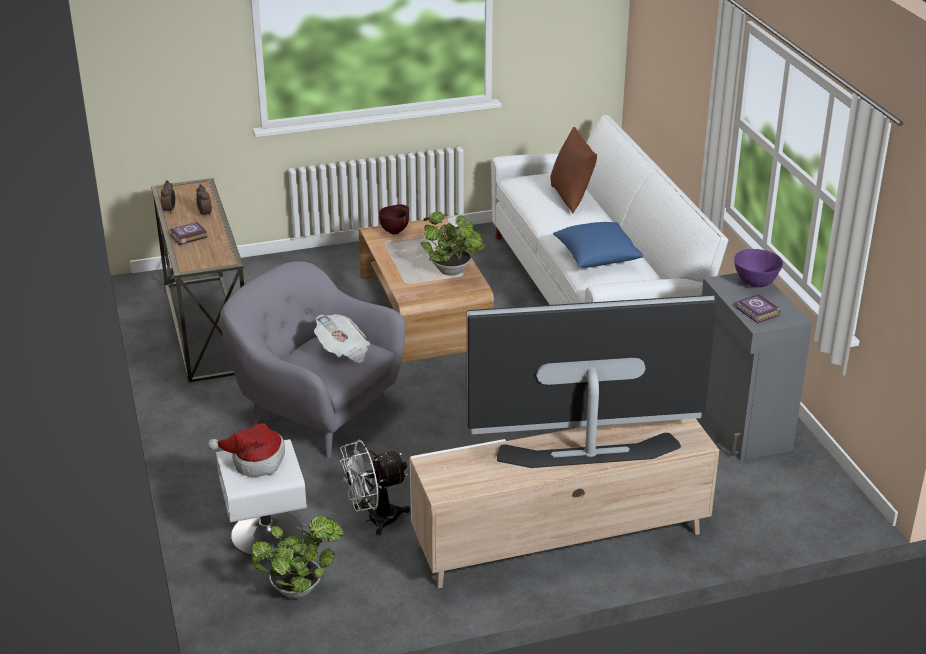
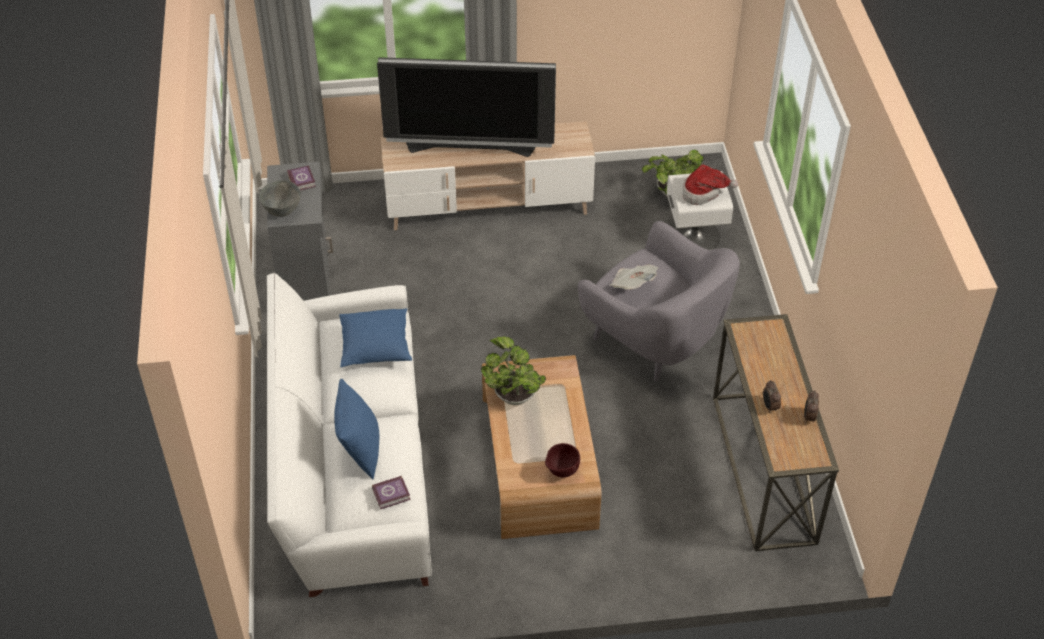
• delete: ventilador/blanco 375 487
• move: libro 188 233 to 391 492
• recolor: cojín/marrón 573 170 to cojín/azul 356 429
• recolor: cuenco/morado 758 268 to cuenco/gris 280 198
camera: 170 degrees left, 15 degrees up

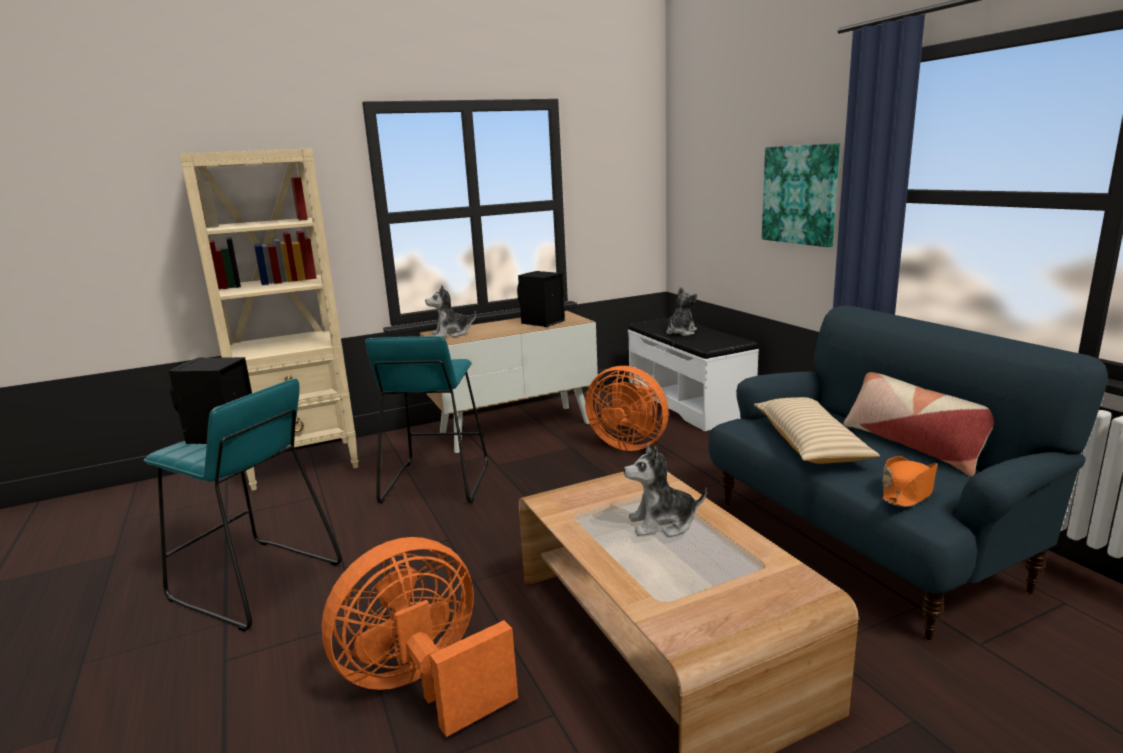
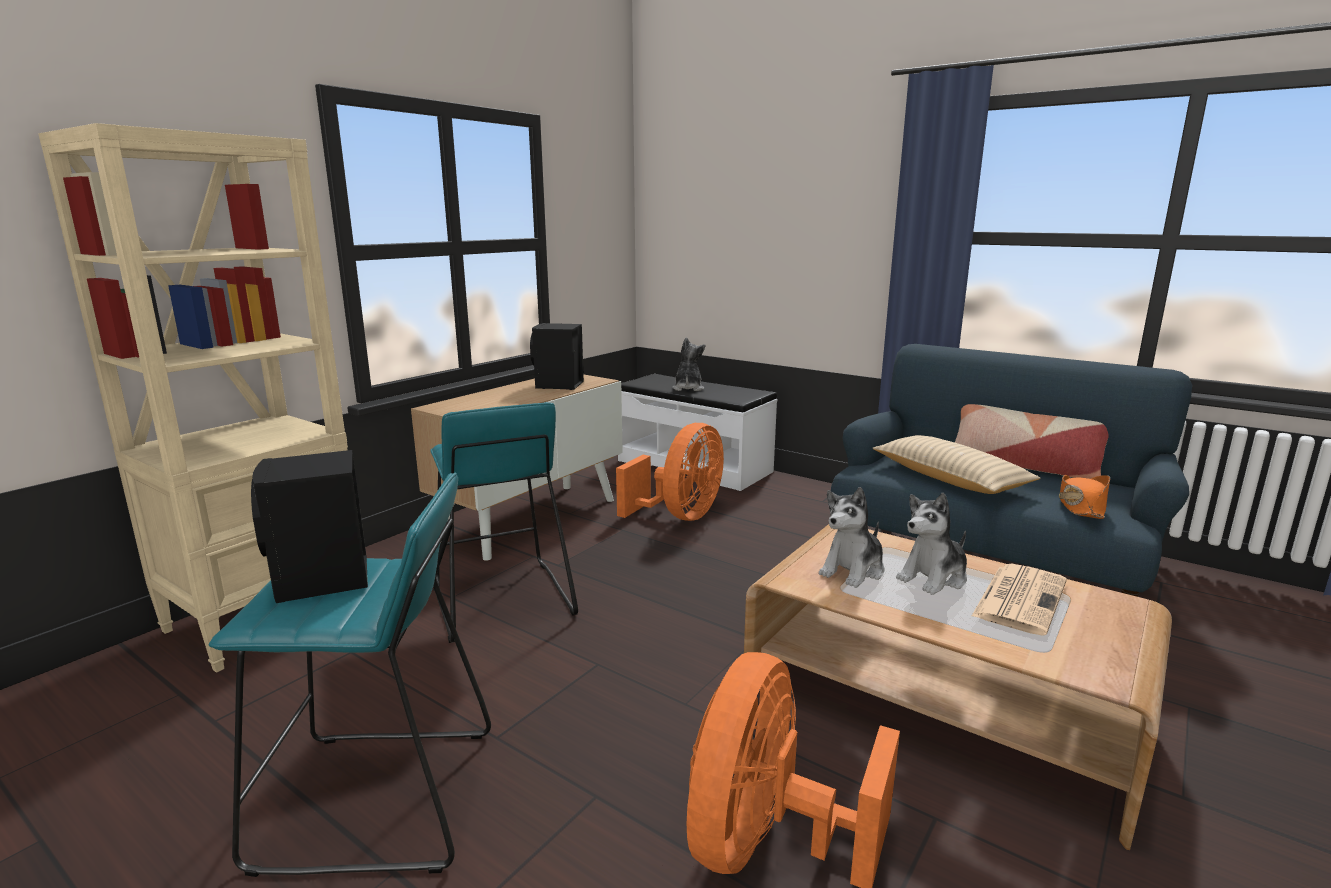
• delete: cuadro 801 195
• insert: periódico 1019 600
• move: peluche 450 311 to 851 537
• rotate: ventilador/naranja 627 408 = 670 472 60 degrees counterclockwise
camera: 30 degrees left, 0 degrees up

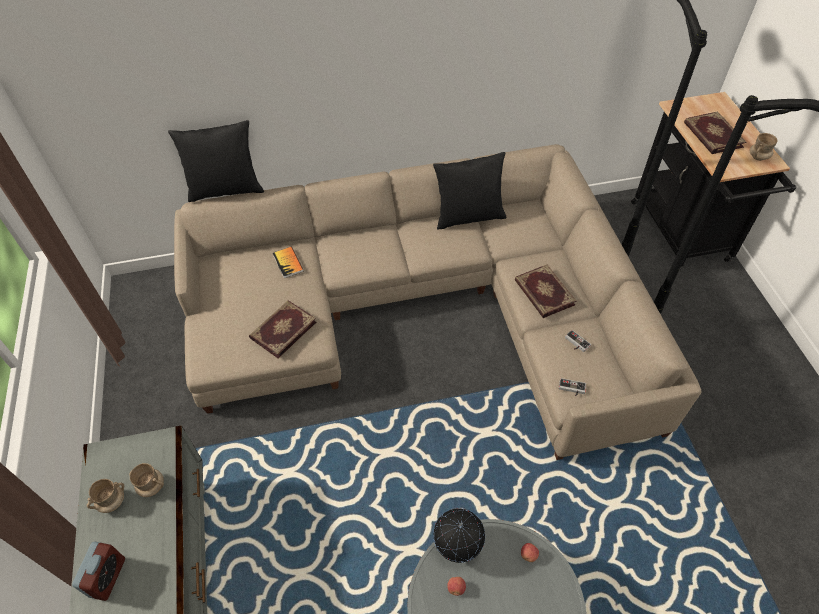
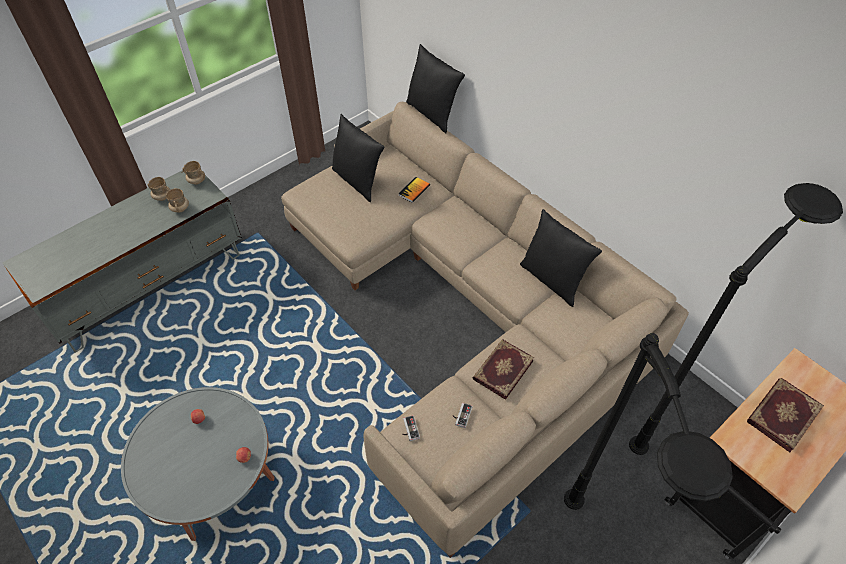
• delete: despertador 98 571
• delete: libro 282 329
• delete: globo terráqueo 459 535
• insert: cojín/negro 358 158
• move: taza grande/beis 763 147 to 193 172
camera: 60 degrees right, 0 degrees up

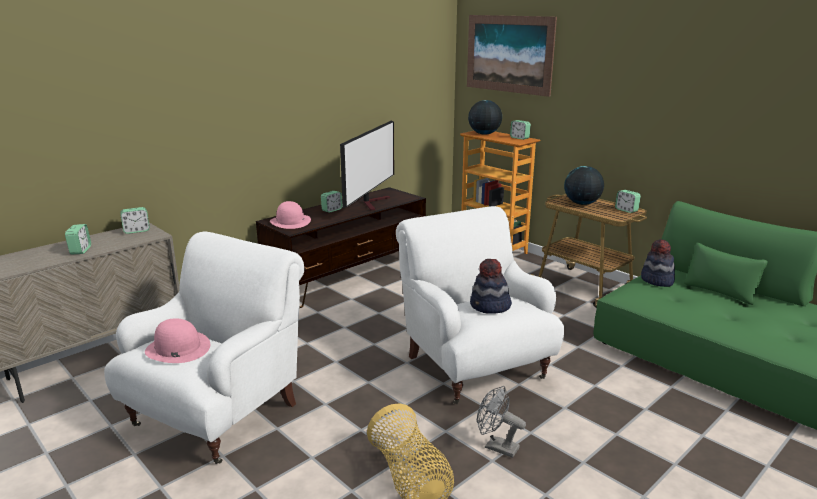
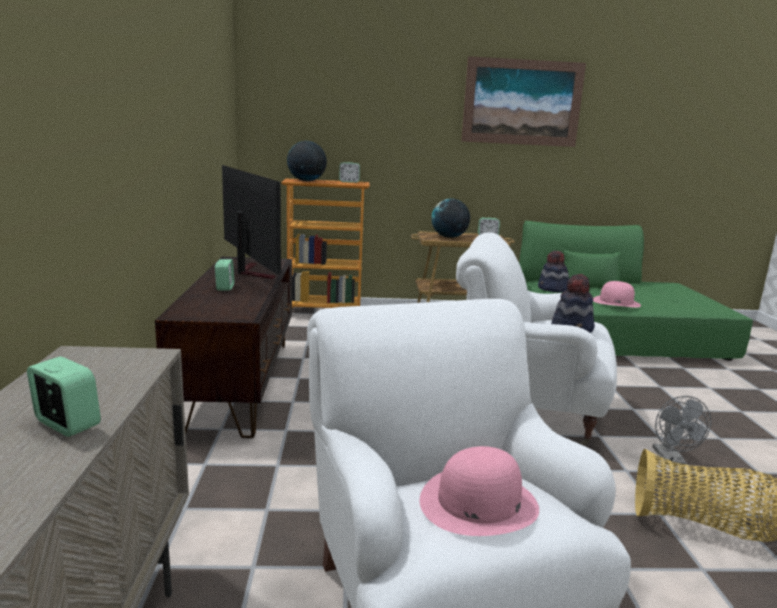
• delete: despertador 135 220
• move: sombrero/rosa 290 215 to 617 294
• move: cuadro 512 56 to 523 101
• rotate: ventilador/gris 501 422 = 682 430 75 degrees counterclockwise
camera: 50 degrees left, 5 degrees down

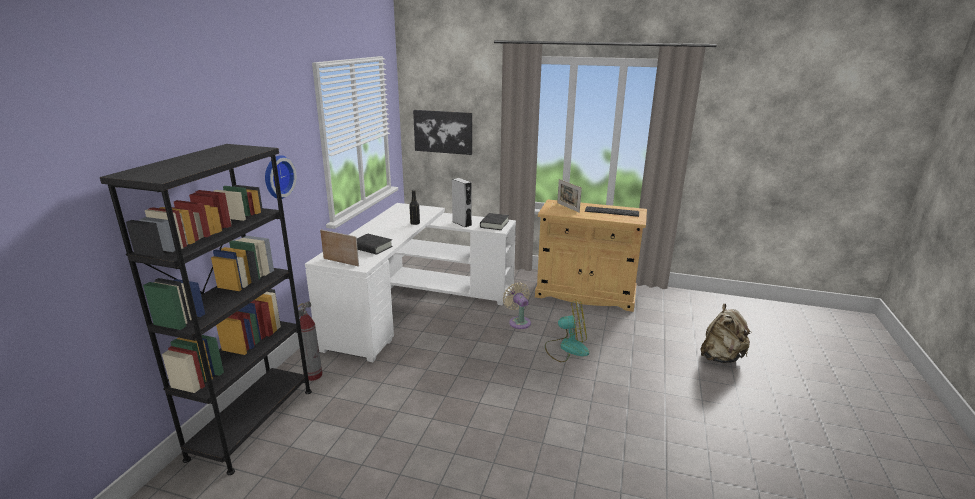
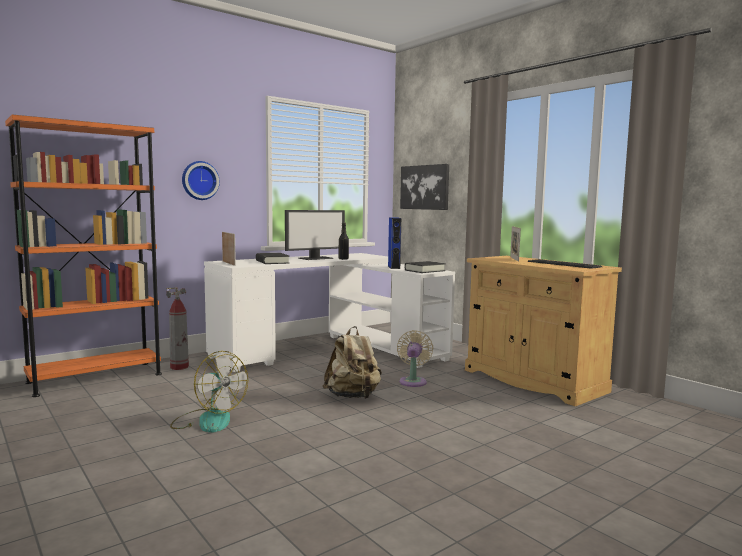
• insert: monitor 315 235
• move: ventilador 567 330 to 209 392
• move: mochila/beis 726 333 to 352 362
• recolor: estantería/negro 206 309 to estantería/naranja 83 255
• recolor: altavoz/gris 462 202 to altavoz/azul 394 243
camera: 35 degrees right, 15 degrees down

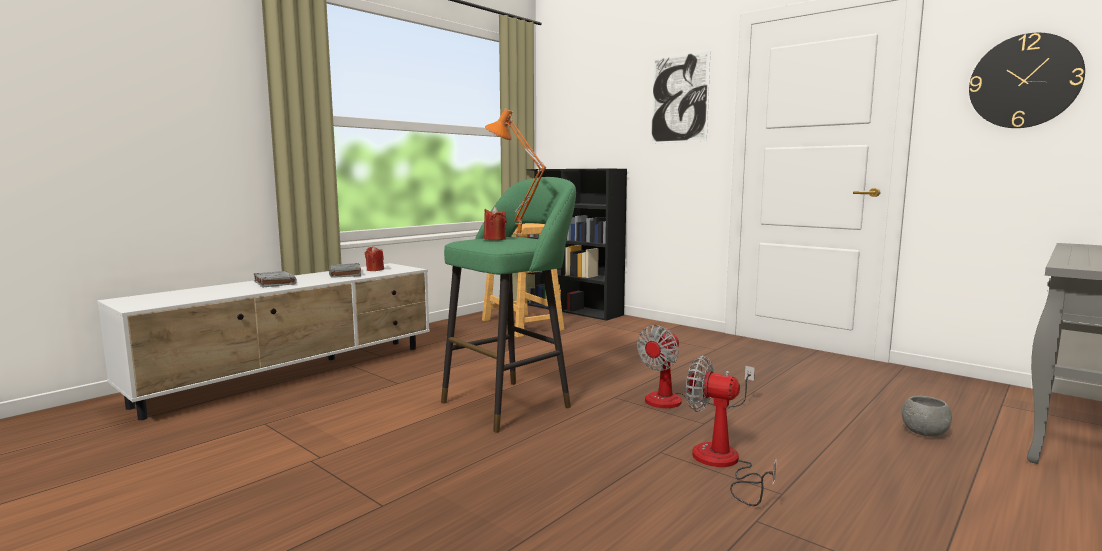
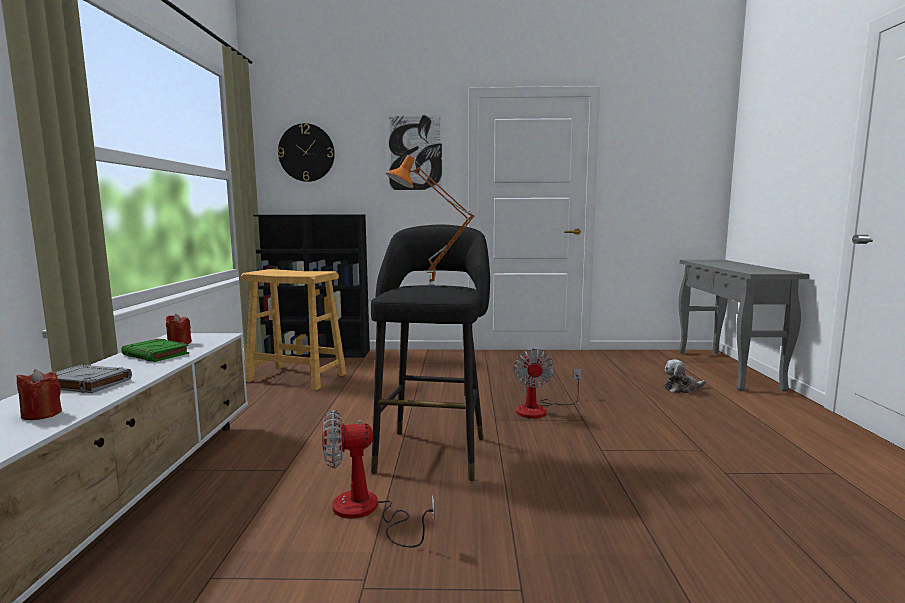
• move: vela/rojo 495 223 to 39 394
• move: ventilador 731 431 to 379 478
• move: reloj de pared 1027 80 to 306 152
• replace: cuenco/gris 927 416 to peluche 685 376
• recolor: libro/gris 345 270 to libro/verde 155 350
• recolor: taburete/verde 508 304 to taburete/negro 430 353
camera: 40 degrees left, 0 degrees up

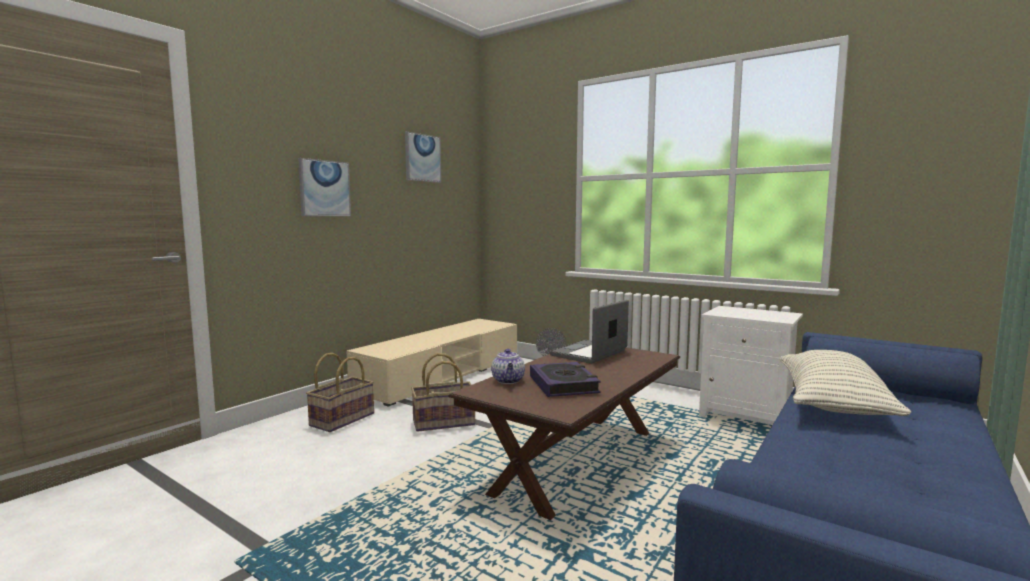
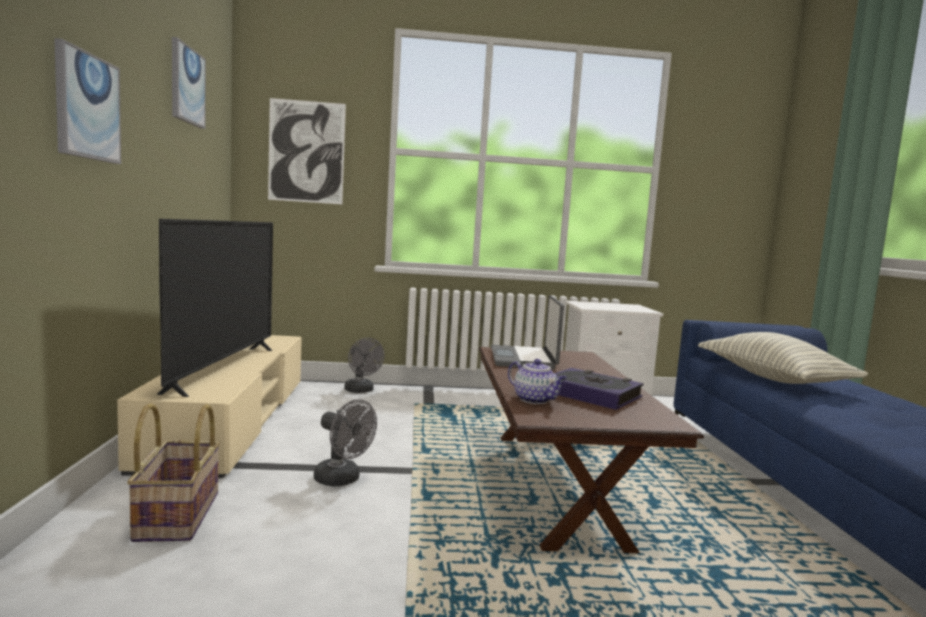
• insert: televisor 214 308
• insert: cuadro 307 151
• replace: cesta 443 392 to ventilador/gris 345 442
camera: 40 degrees left, 0 degrees up

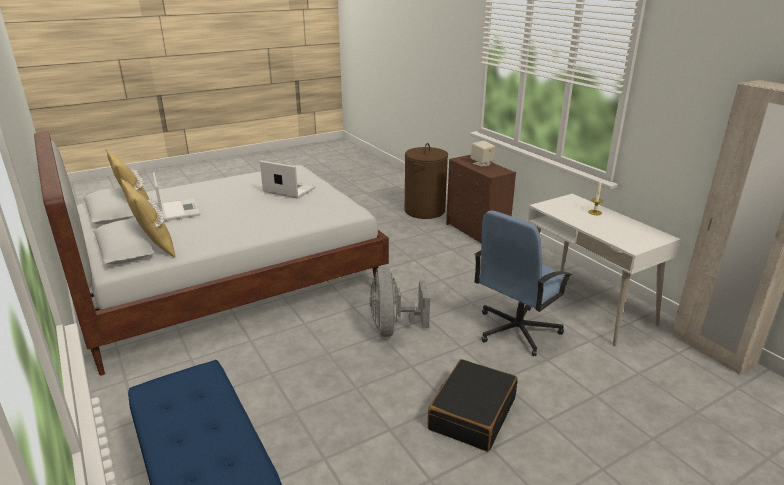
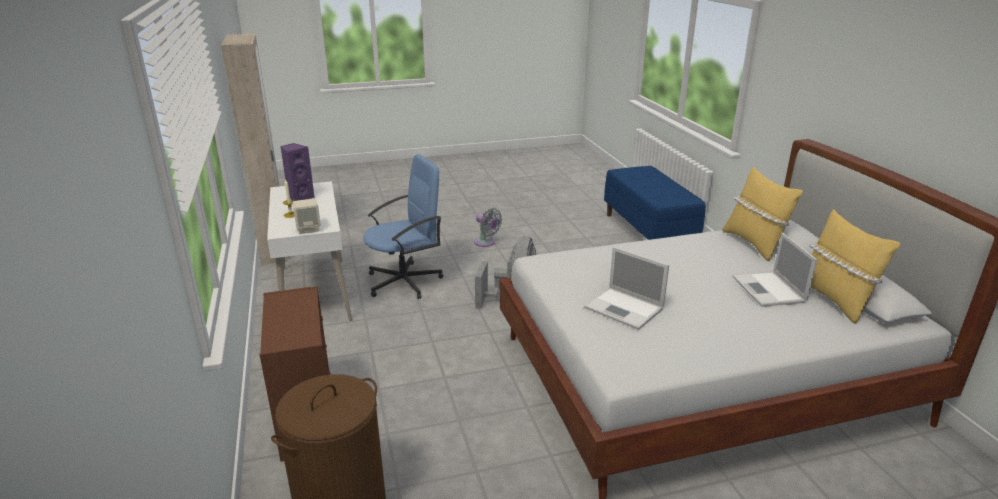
• insert: altavoz/morado 297 172
• move: altavoz/beis 482 154 to 307 216
• replace: maleta/negro 473 405 to ventilador/gris 488 227
camera: 165 degrees left, 0 degrees up

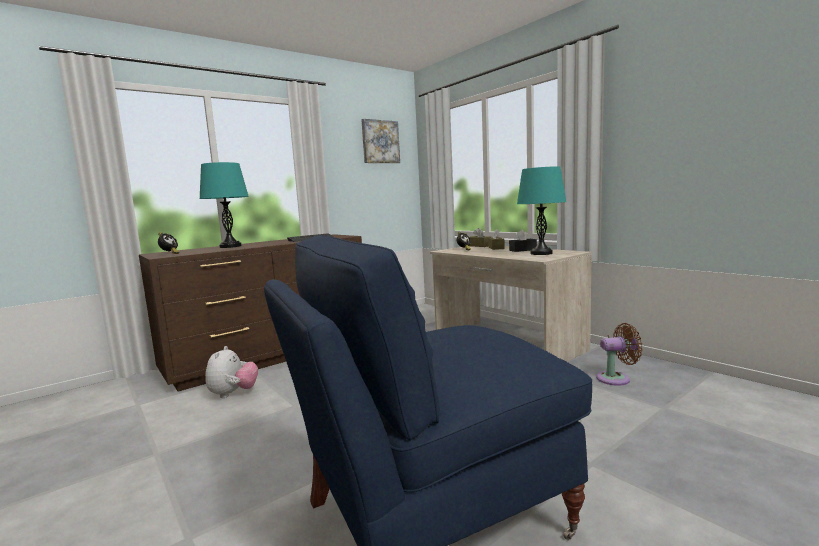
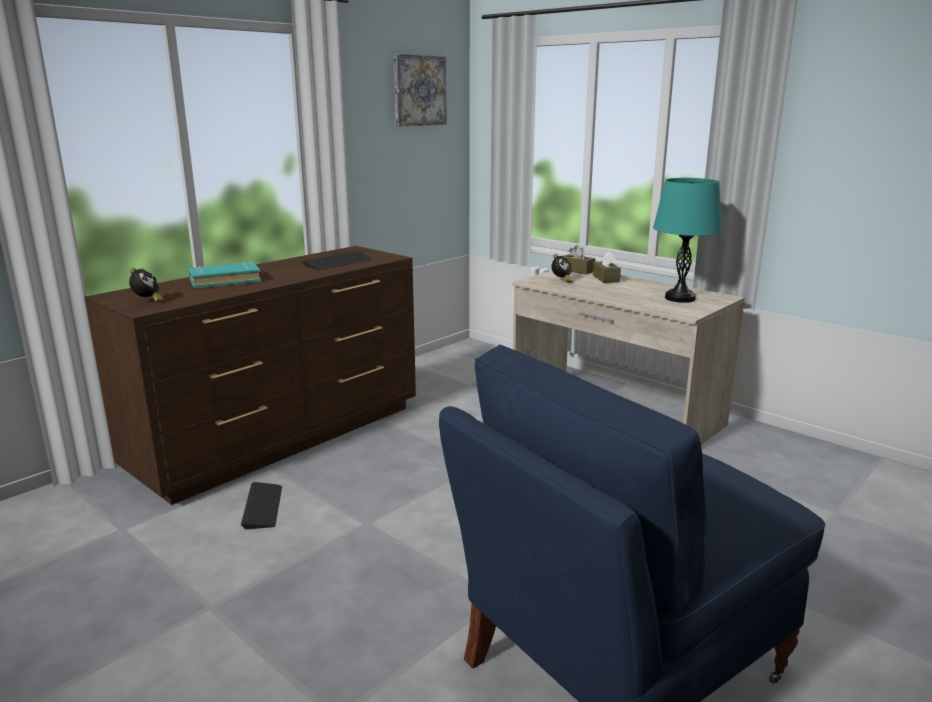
• delete: caja de pañuelos/negro 523 241
• delete: ventilador/marrón 619 354
• replace: lámpara de mesa/turquesa 224 205 to libro/turquesa 224 275
• replace: peluche 231 372 to teclado 261 505
camera: 10 degrees left, 10 degrees up

